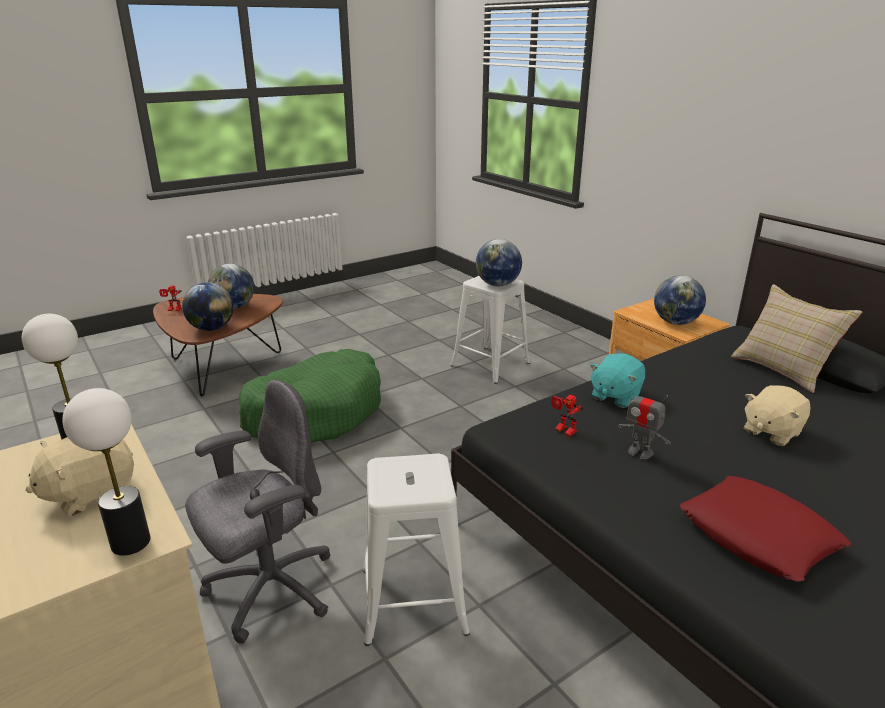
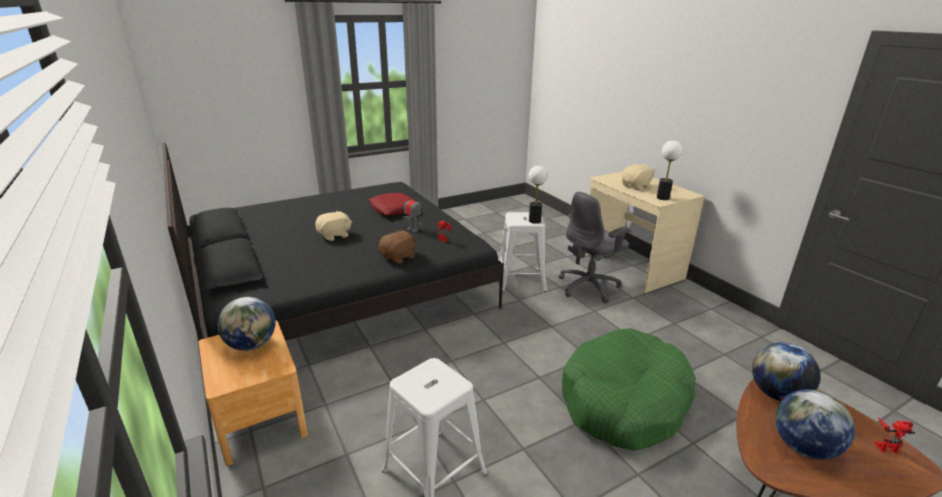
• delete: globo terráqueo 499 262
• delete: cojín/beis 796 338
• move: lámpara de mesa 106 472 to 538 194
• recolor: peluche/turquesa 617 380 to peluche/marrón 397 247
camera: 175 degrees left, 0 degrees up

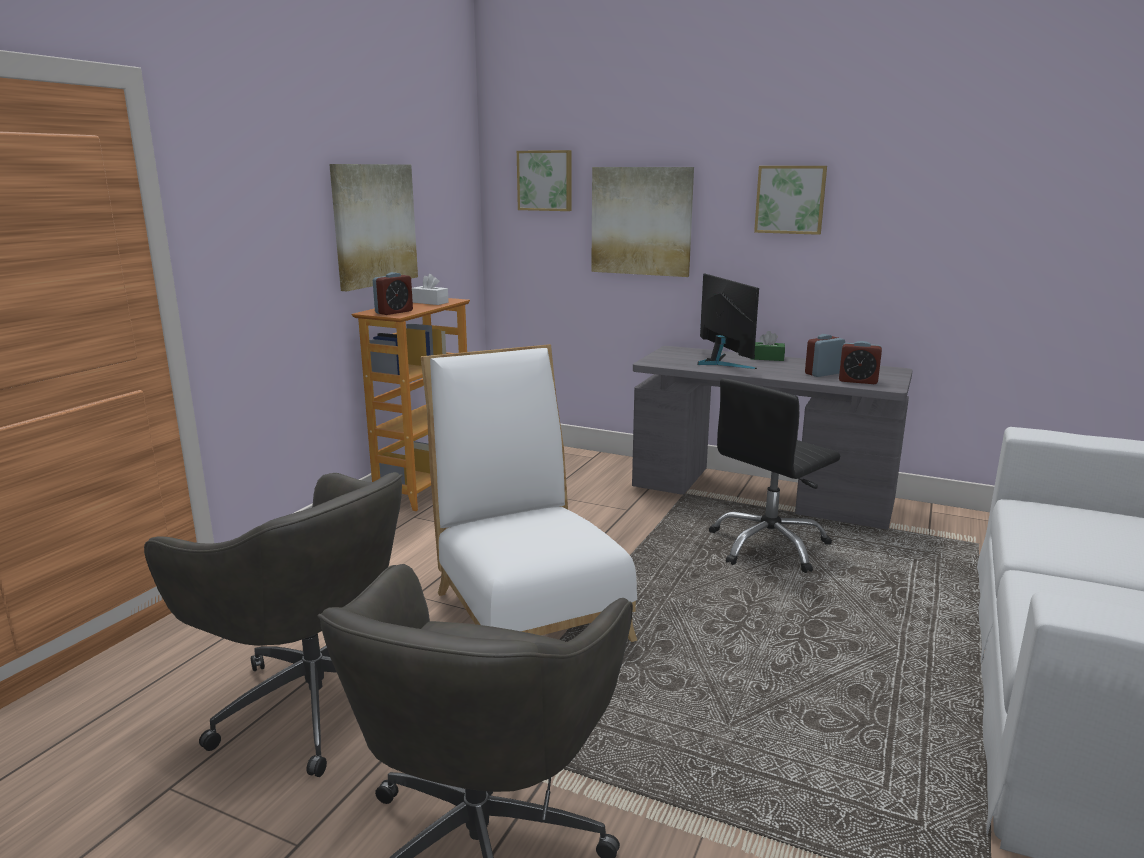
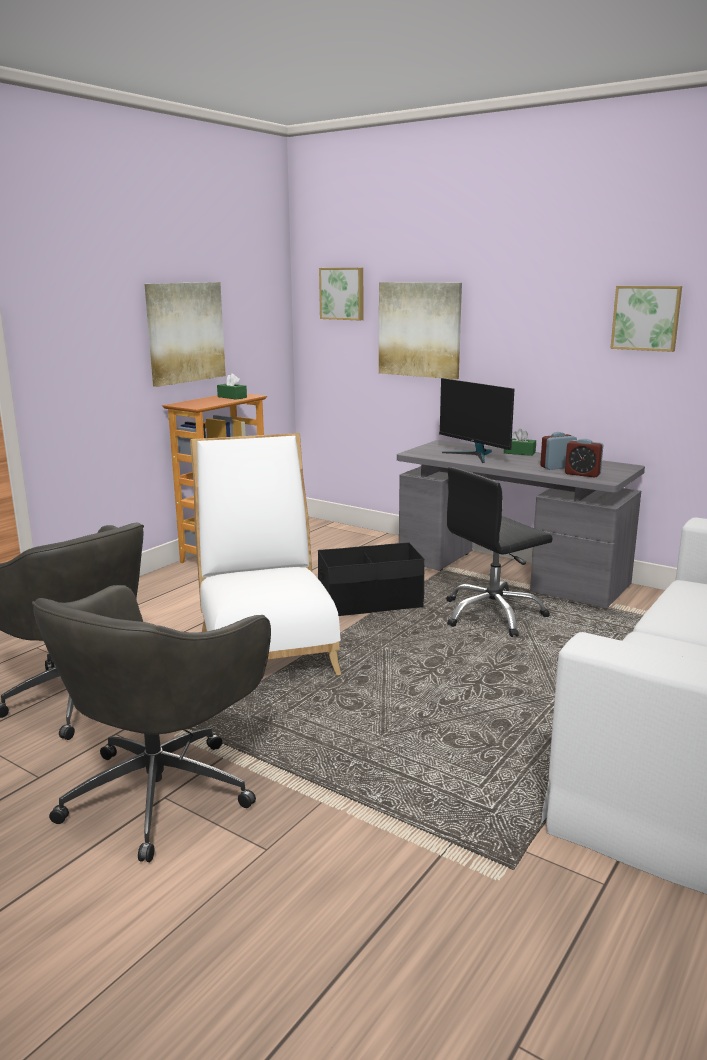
• delete: despertador 393 293
• insert: caja de almacenaje/negro 371 579
• move: cuadro 790 200 to 646 319
• recolor: caja de pañuelos/blanco 430 289 to caja de pañuelos/verde 232 386
• rotate: monitor 728 321 = 476 420 150 degrees clockwise
camera: 10 degrees right, 0 degrees up

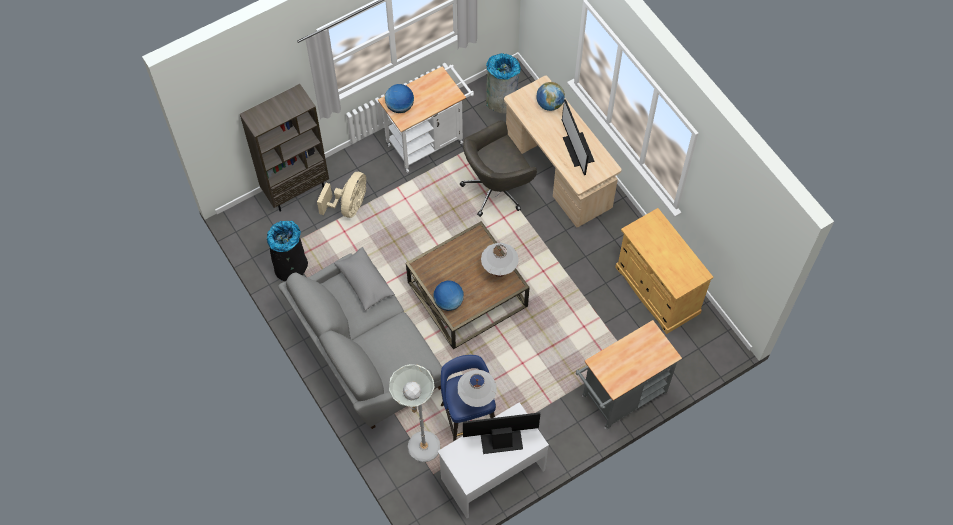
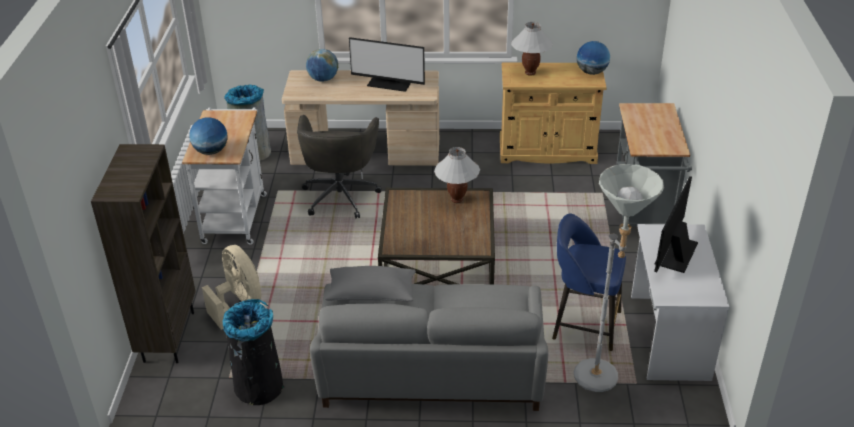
• move: globo terráqueo 448 296 to 593 58
• move: lámpara de mesa/blanco 477 388 to 532 49
camera: 55 degrees left, 25 degrees down

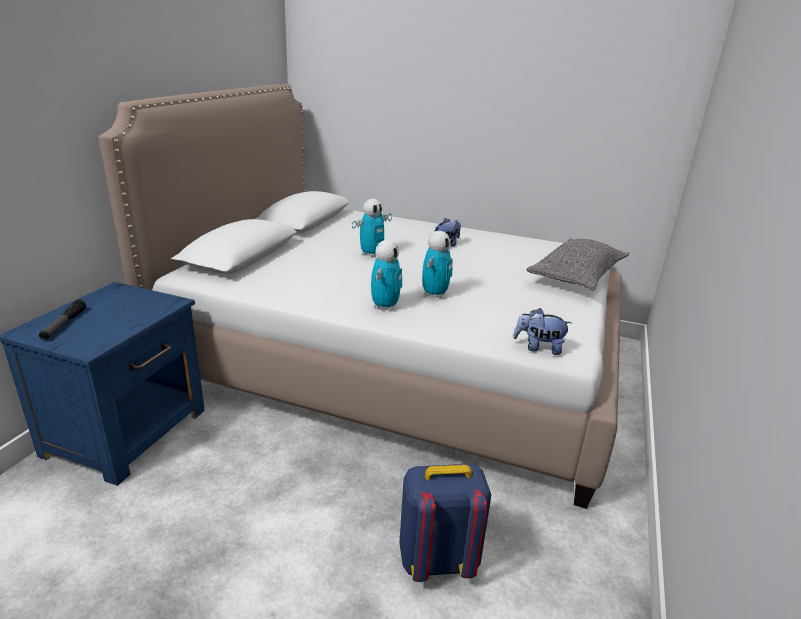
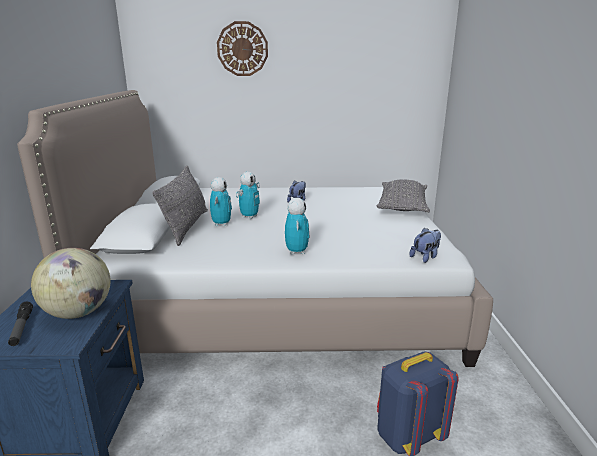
• insert: globo terráqueo 71 283
• insert: cojín/gris 180 206
• insert: reloj de pared 242 48
• move: robot de juguete 437 265 to 221 201
• rotate: peluche 542 331 = 425 245 150 degrees clockwise
camera: 20 degrees left, 5 degrees down

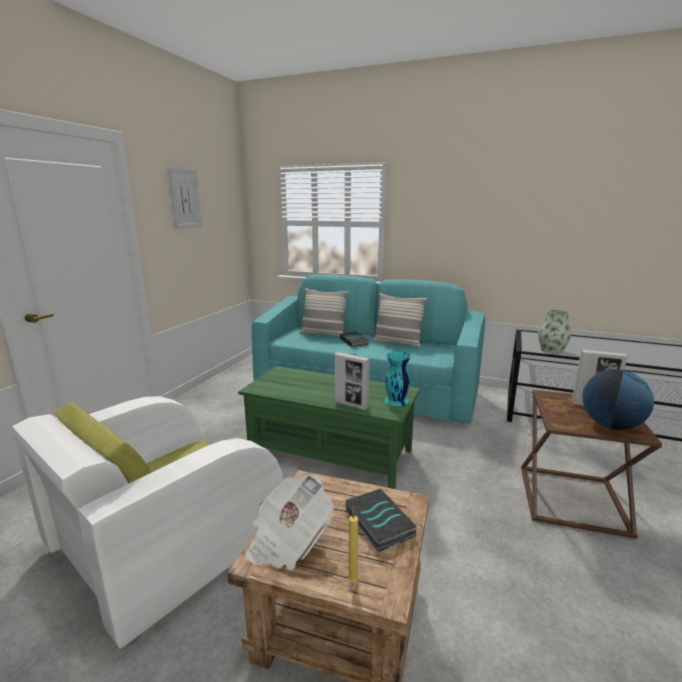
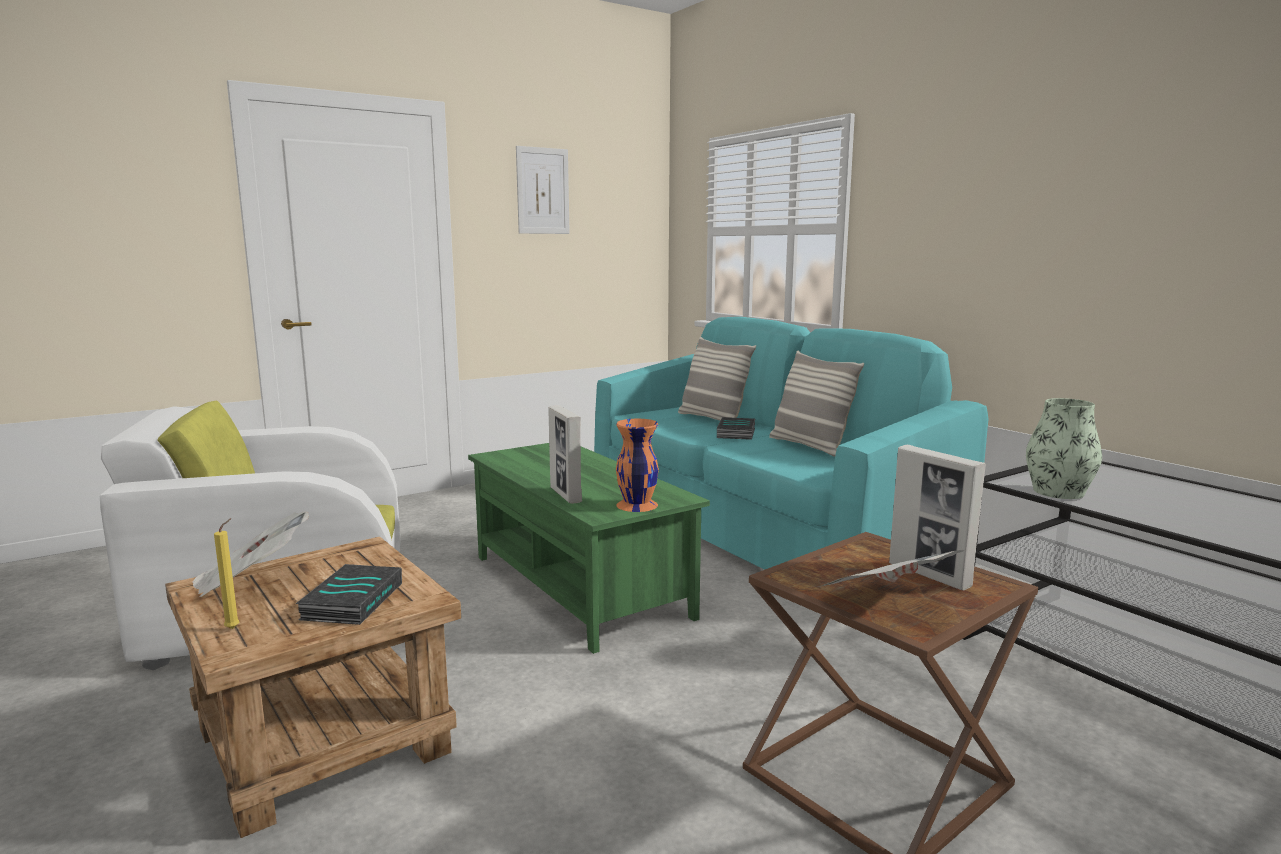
• replace: globo terráqueo 618 399 to periódico 891 568
• recolor: florero/turquesa 398 379 to florero/naranja 637 465
camera: 35 degrees right, 5 degrees down

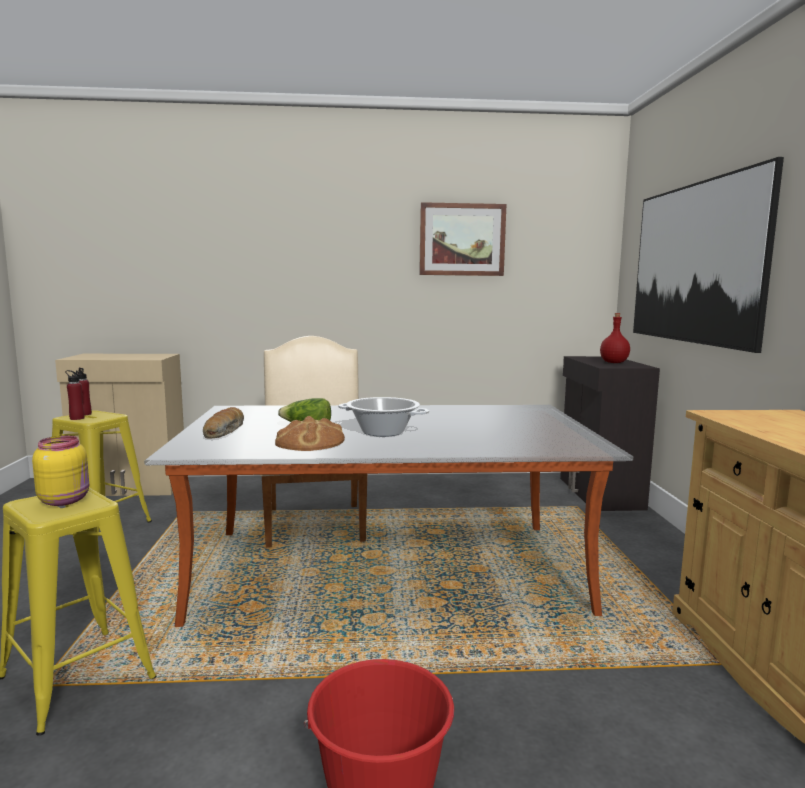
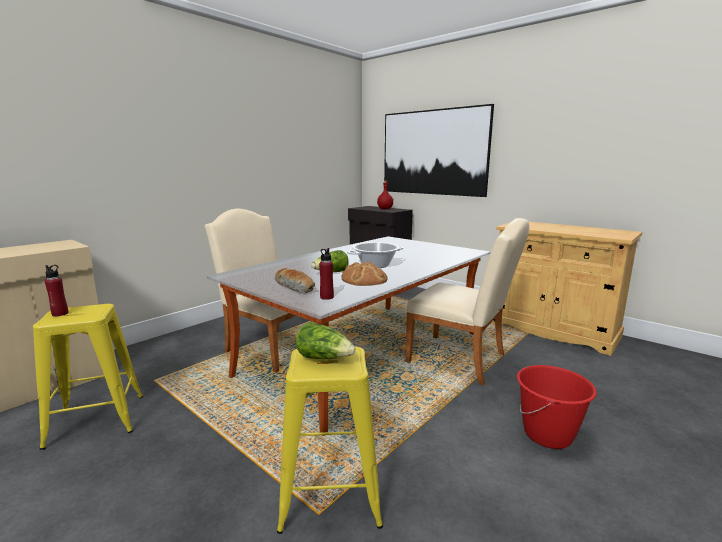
• delete: cuadro 463 239
• insert: silla/beis 467 301
• move: botella/rojo 75 395 to 326 274
• replace: tarro/amarillo 60 471 to lechuga 325 340
camera: 45 degrees left, 5 degrees up

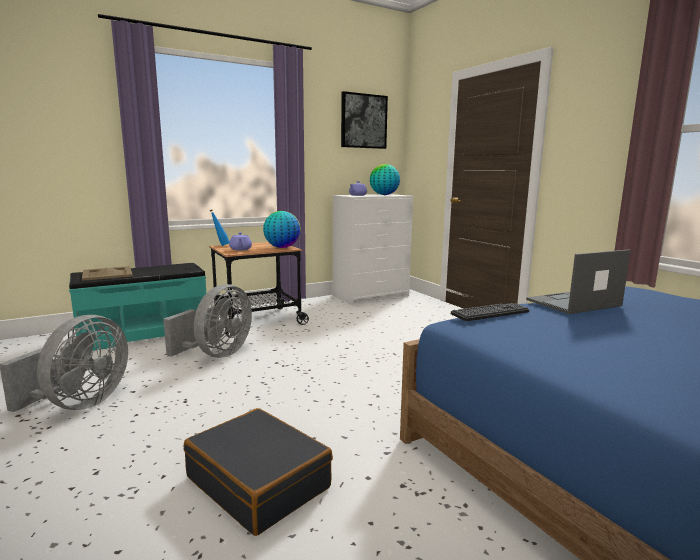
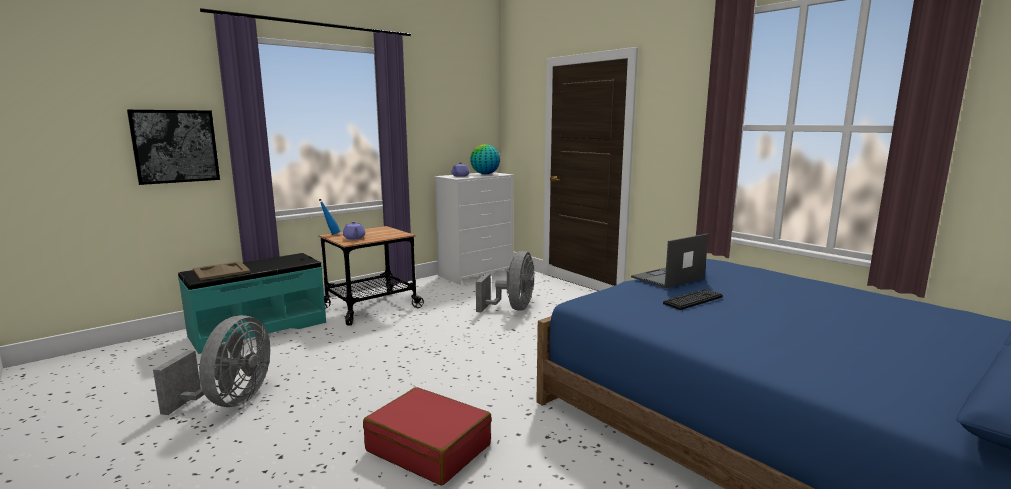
• delete: globo terráqueo 282 229
• move: ventilador/gris 207 321 to 505 282
• move: cuadro 364 120 to 173 147
• move: teclado 490 312 to 693 300
• recolor: maleta/negro 258 472 to maleta/rojo 427 436
camera: 10 degrees left, 0 degrees up

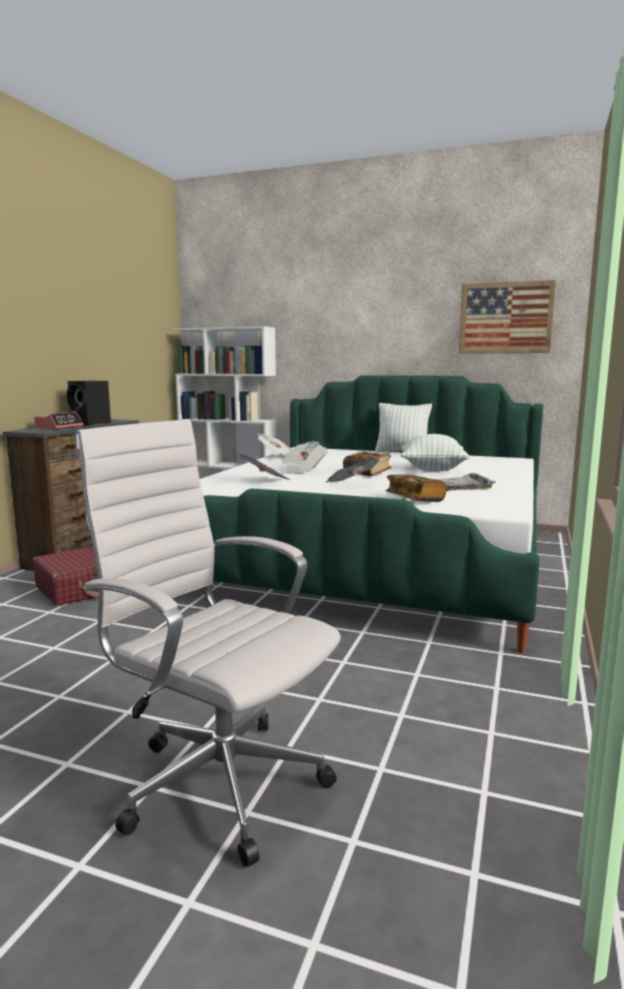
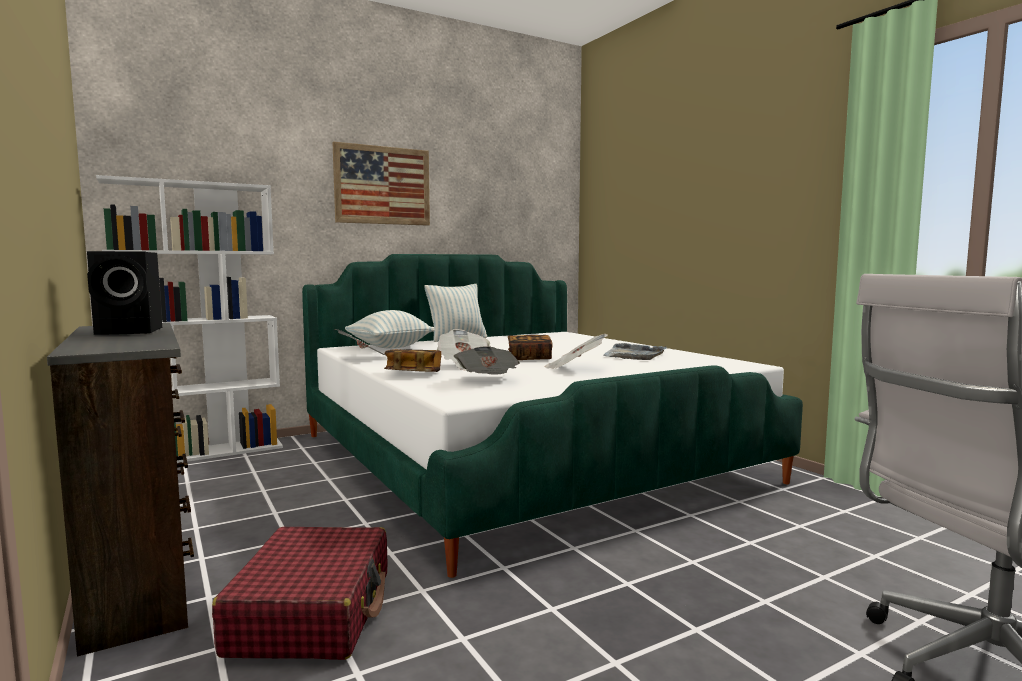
• delete: despertador 58 420
• move: libro 416 488 to 412 360
• move: cojín 435 452 to 390 329
• move: cuadro 507 317 to 381 183
camera: 50 degrees left, 5 degrees down

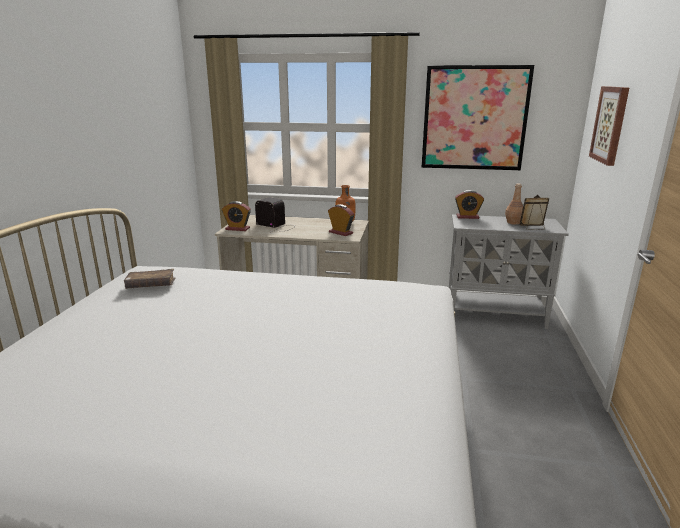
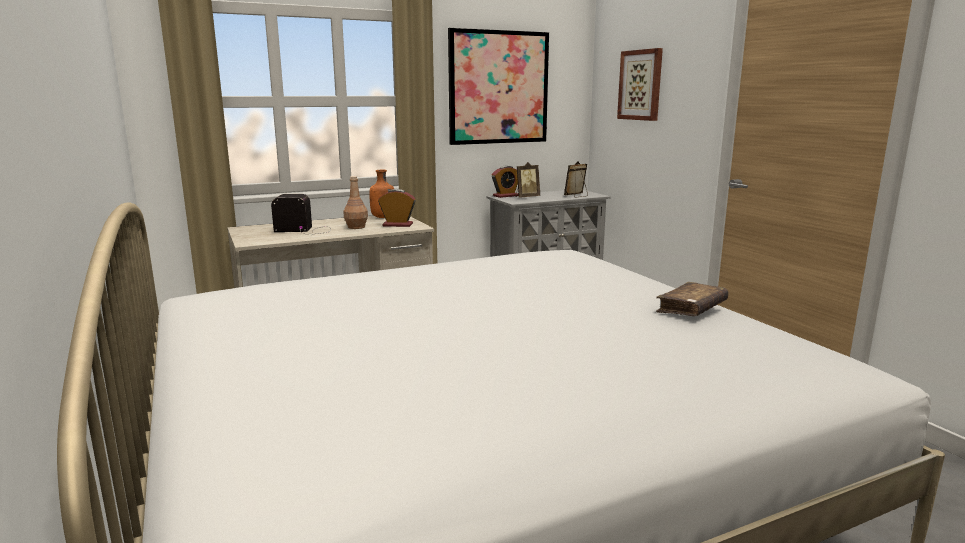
• delete: despertador 236 216
• insert: portarretratos 527 180
• move: libro/marrón 149 279 to 692 299
• move: botella/marrón 514 204 to 356 202
camera: 35 degrees left, 5 degrees down

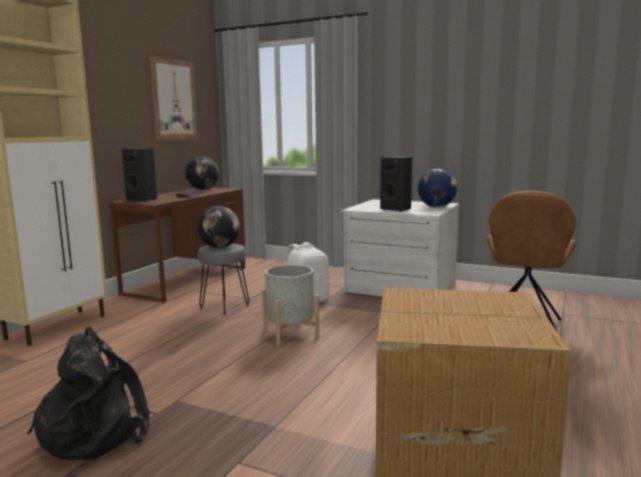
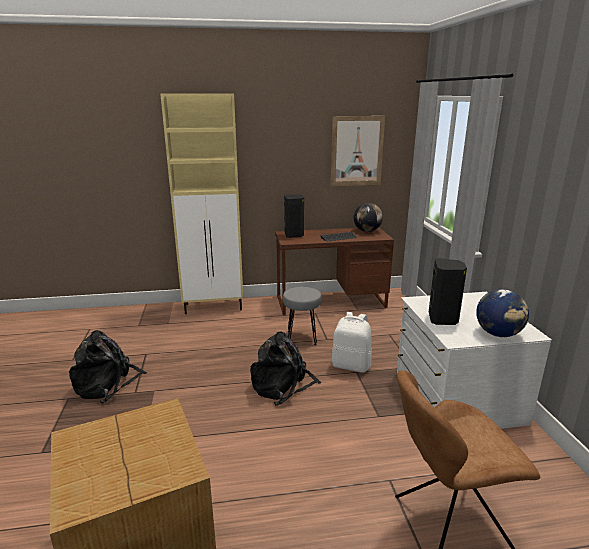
• delete: globo terráqueo 218 227
• replace: maceta/gris 290 305 to mochila/negro 286 368
camera: 55 degrees right, 10 degrees up

